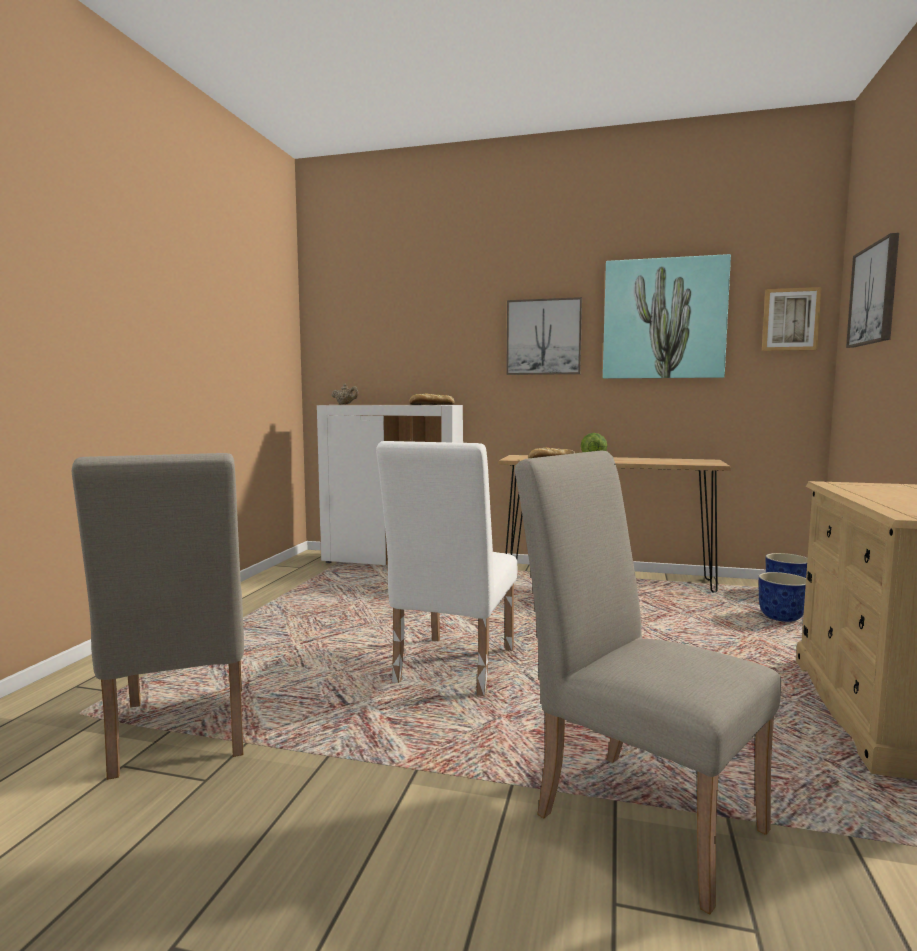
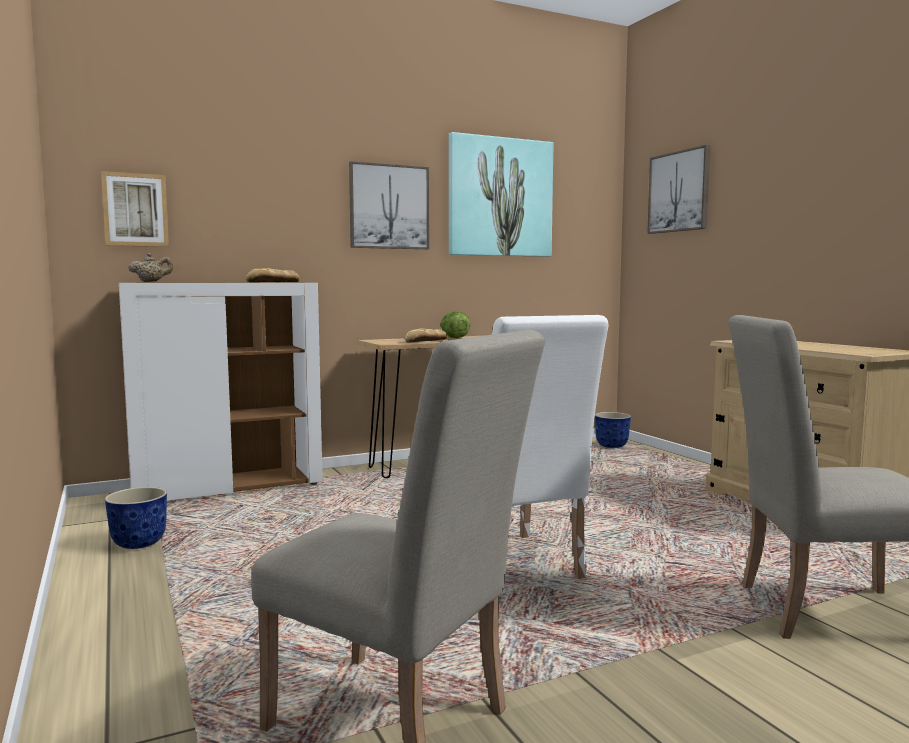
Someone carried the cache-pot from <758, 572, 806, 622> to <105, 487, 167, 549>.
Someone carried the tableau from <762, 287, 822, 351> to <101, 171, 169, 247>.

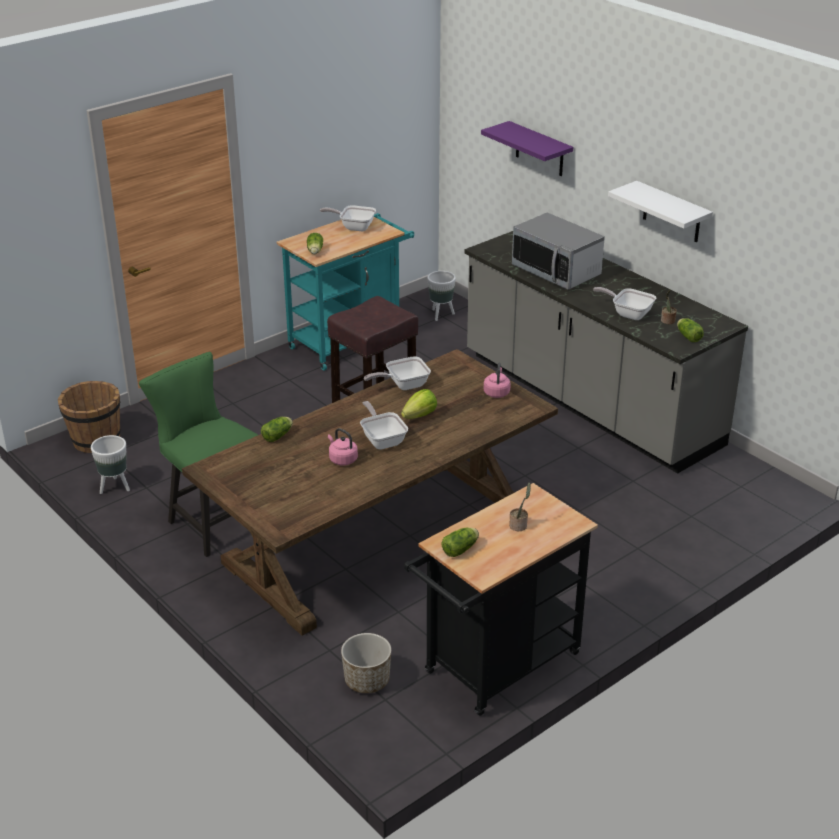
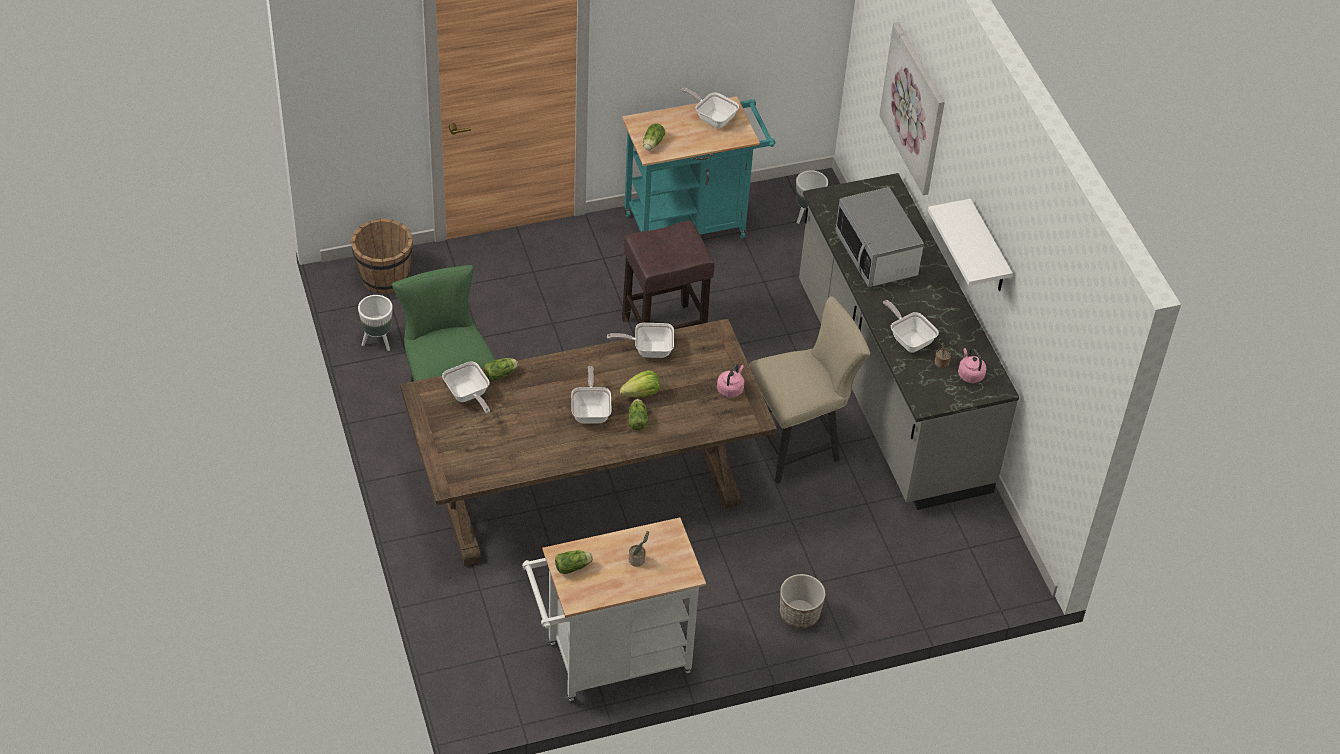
Someone put down the poêle at <442, 361, 490, 414>.
Someone put down the chaise/beige at <749, 296, 870, 484>.
Someone carried the bouilloire/rose from <328, 428, 358, 466> to <958, 348, 986, 383>.
Someone carried the cache-pot from <341, 633, 391, 693> to <780, 574, 825, 628>.
Someone carried the laitue from <677, 318, 704, 342> to <628, 399, 648, 431>.
Someone swapped the étagère/violet at <481, 121, 573, 176> for the tableau at <879, 22, 945, 195>.
Someone repainted the chariot/noir at <404, 483, 598, 716>, which became the chariot/blanc at <522, 518, 706, 701>.

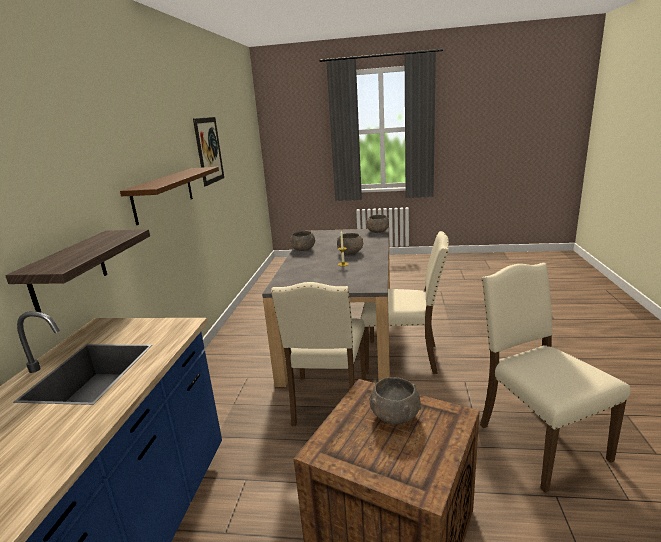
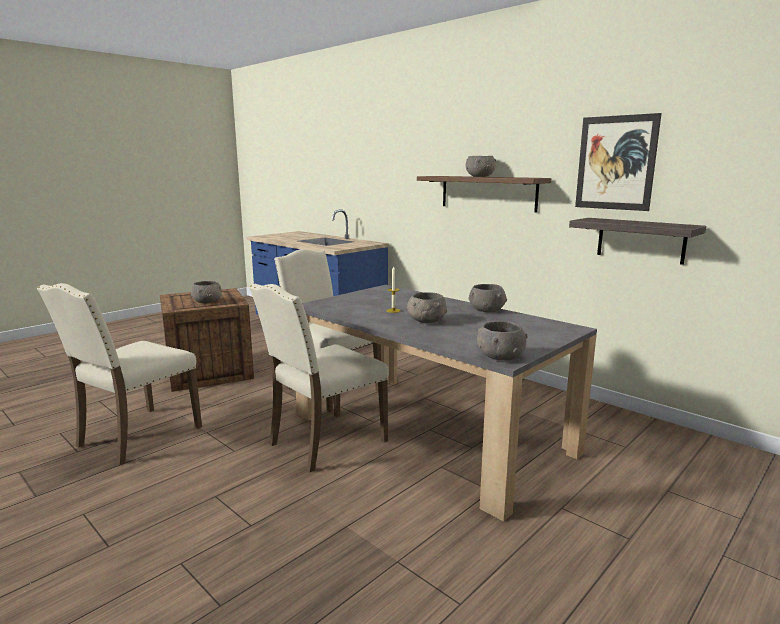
Someone put down the bol/gris at <466, 156, 496, 177>.
Someone carried the étagère from <5, 229, 150, 313> to <569, 218, 706, 265>.
Someone rotated the chaise/beige at <480, 263, 630, 493> by 105 degrees clockwise.

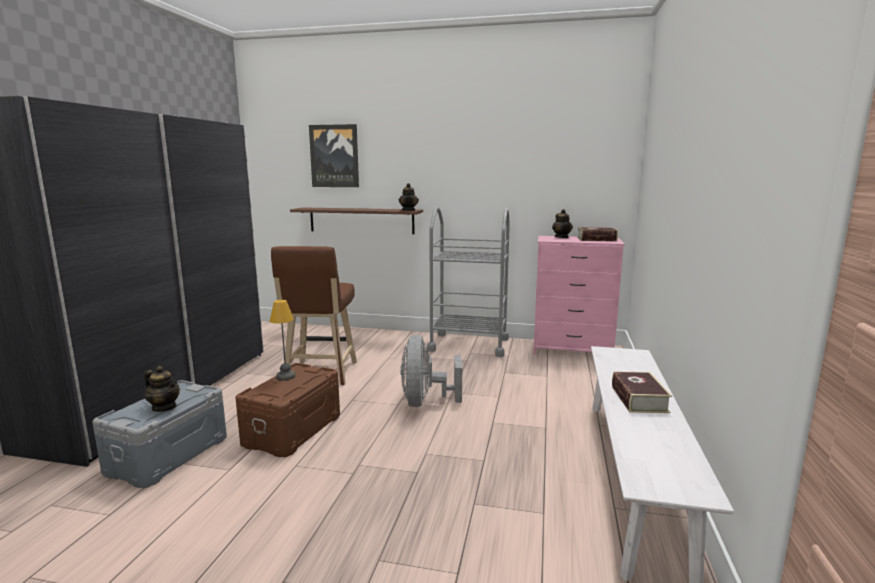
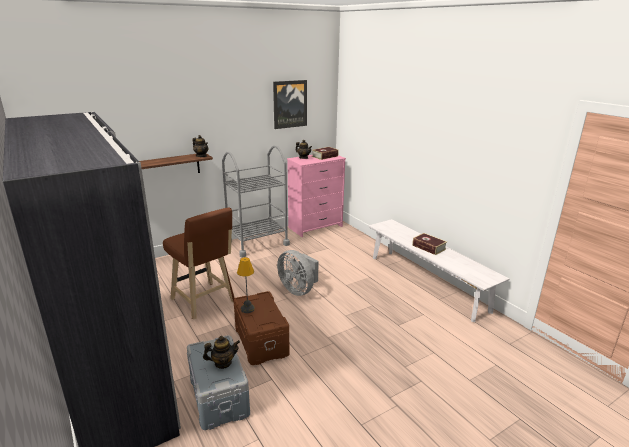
Someone carried the tableau from <309, 124, 359, 187> to <273, 80, 307, 129>.

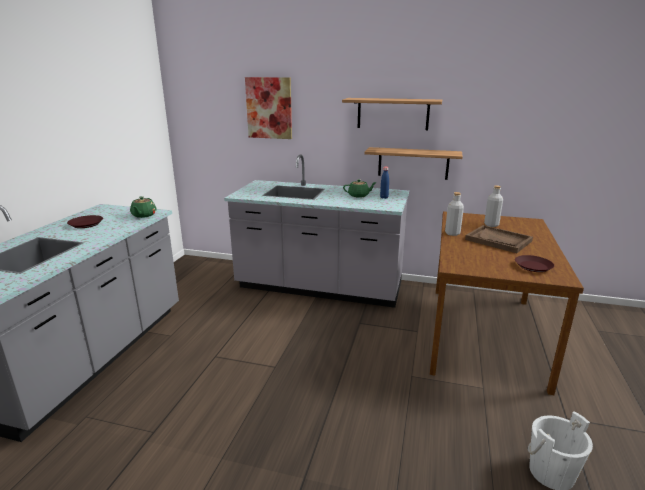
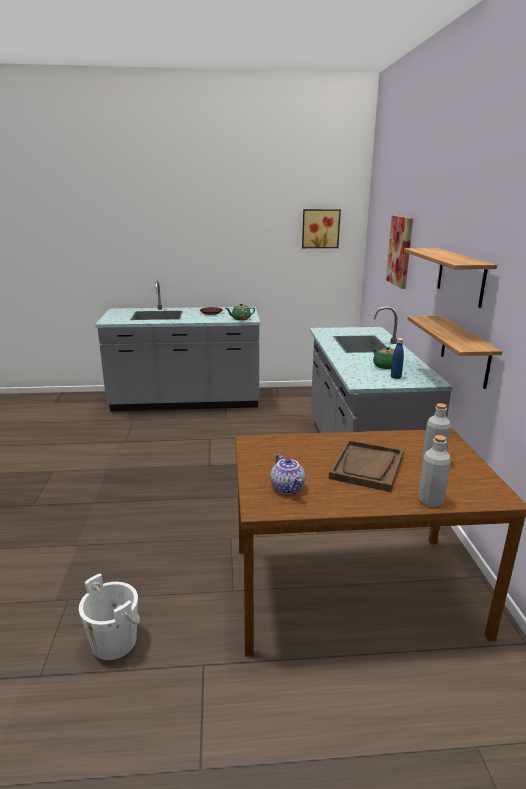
Someone put up the tableau at <302, 209, 341, 248>.
Someone carried the bouteille/gris from <445, 192, 464, 236> to <418, 435, 451, 507>.
Someone swapped the assiette/marron at <515, 255, 554, 272> for the théière at <270, 454, 305, 494>.

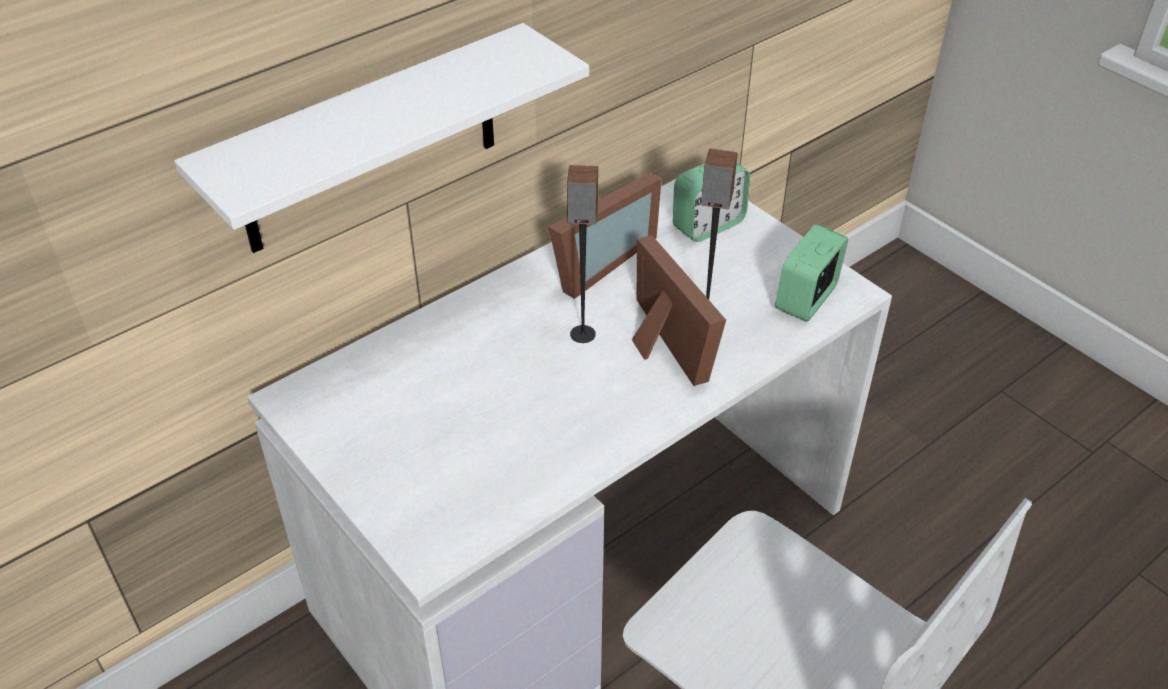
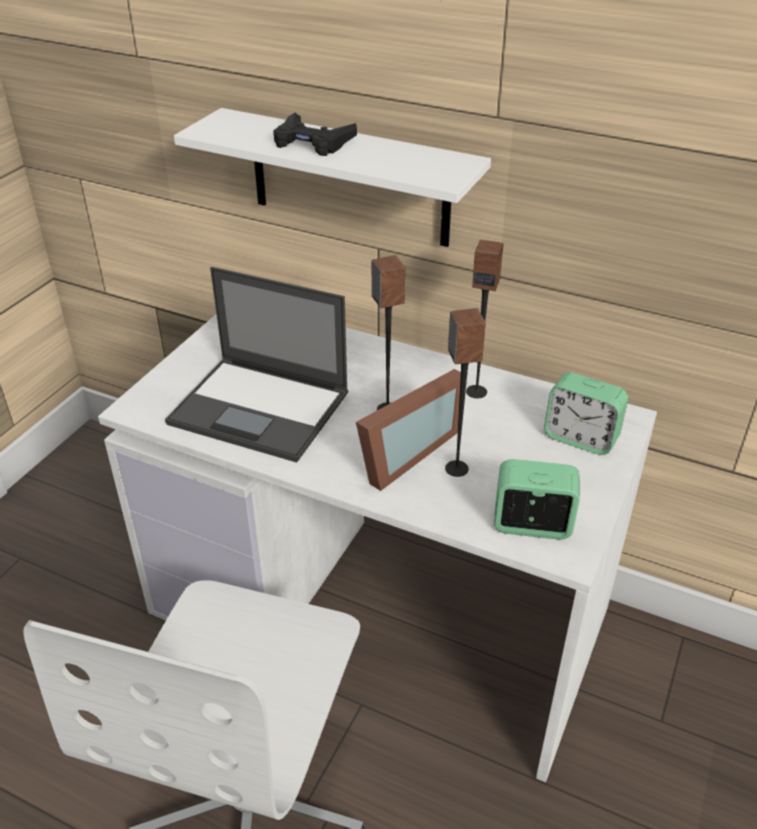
Someone put down the ordinateur portable at <165, 267, 348, 462>.
Someone put down the manette/noir at <273, 113, 357, 156>.
Someone swapped the cadre photo at <549, 172, 662, 299> for the enceinte at <466, 240, 504, 398>.

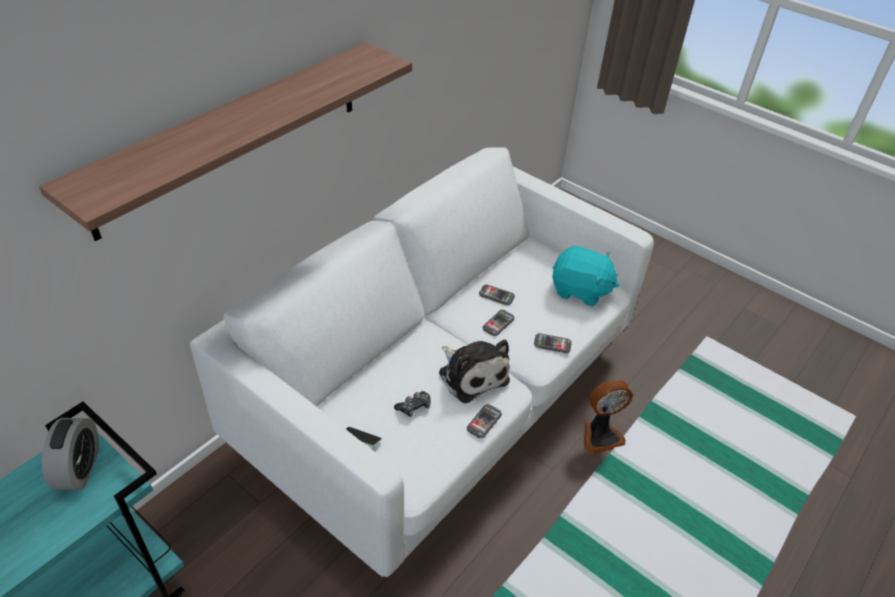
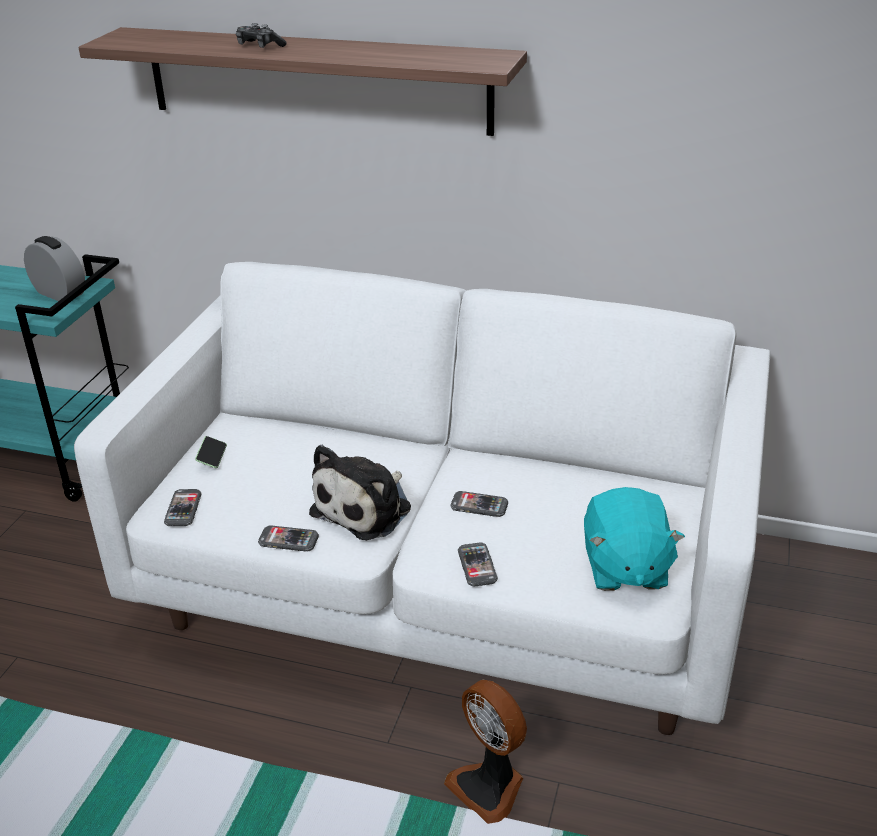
Someone carried the manette from <394, 391, 431, 417> to <236, 23, 287, 48>.
Someone carried the téléphone from <479, 284, 515, 305> to <164, 489, 202, 526>.
Someone rotated the réveil at <42, 418, 99, 490> by 120 degrees counterclockwise.

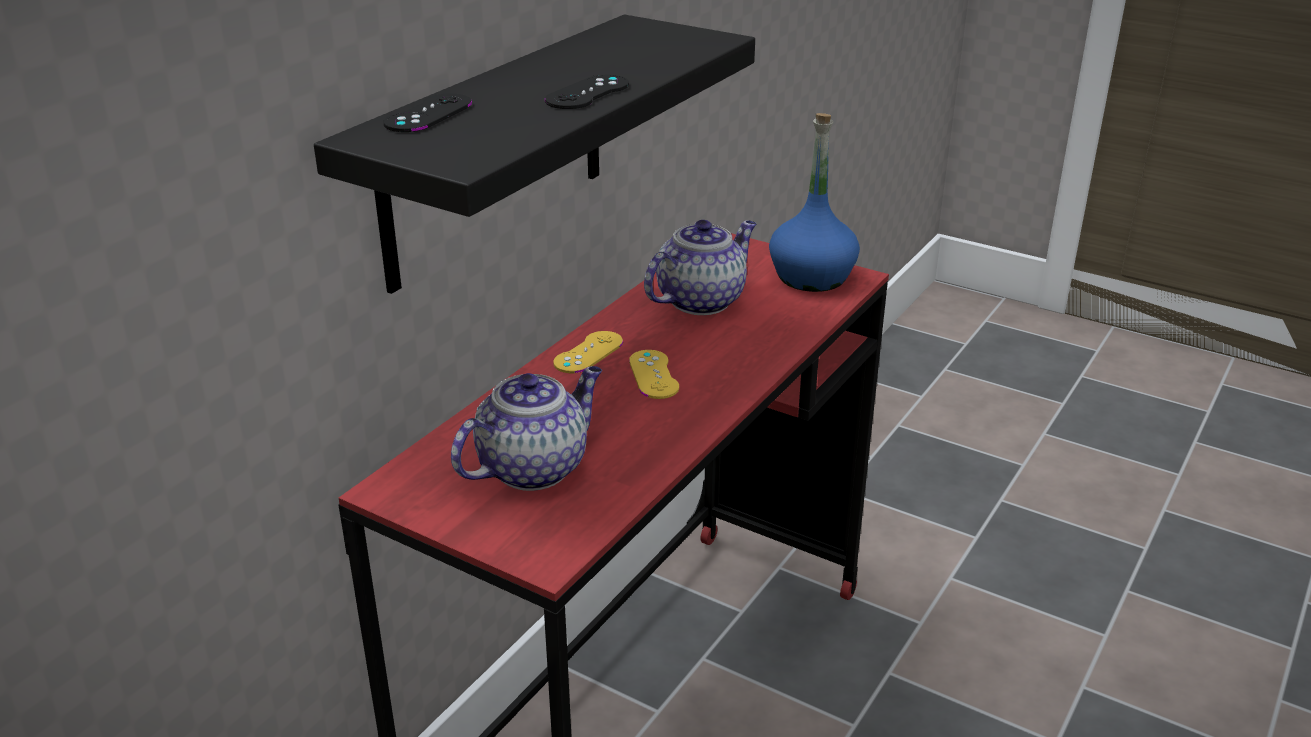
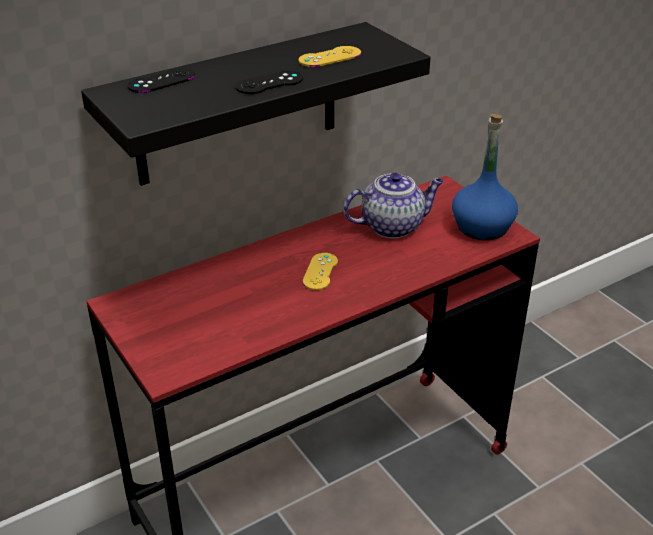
Someone took away the théière at <451, 366, 602, 491>.
Someone carried the manette/jaune from <553, 331, 623, 373> to <298, 46, 361, 67>.

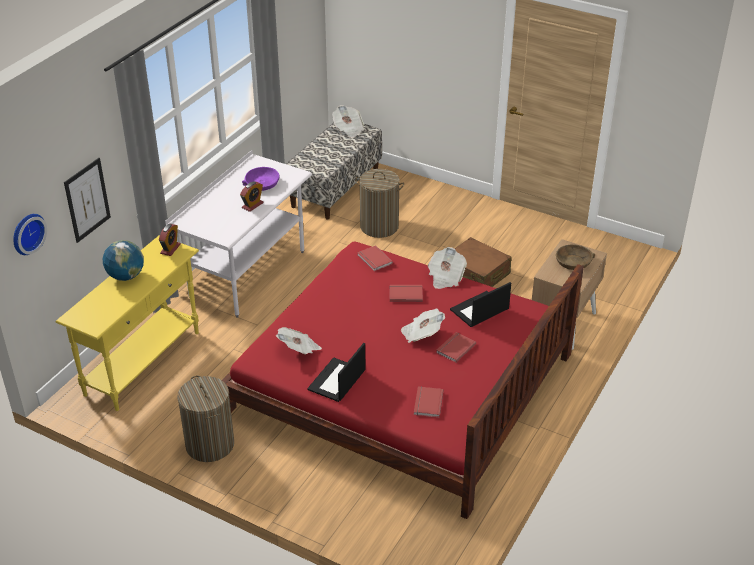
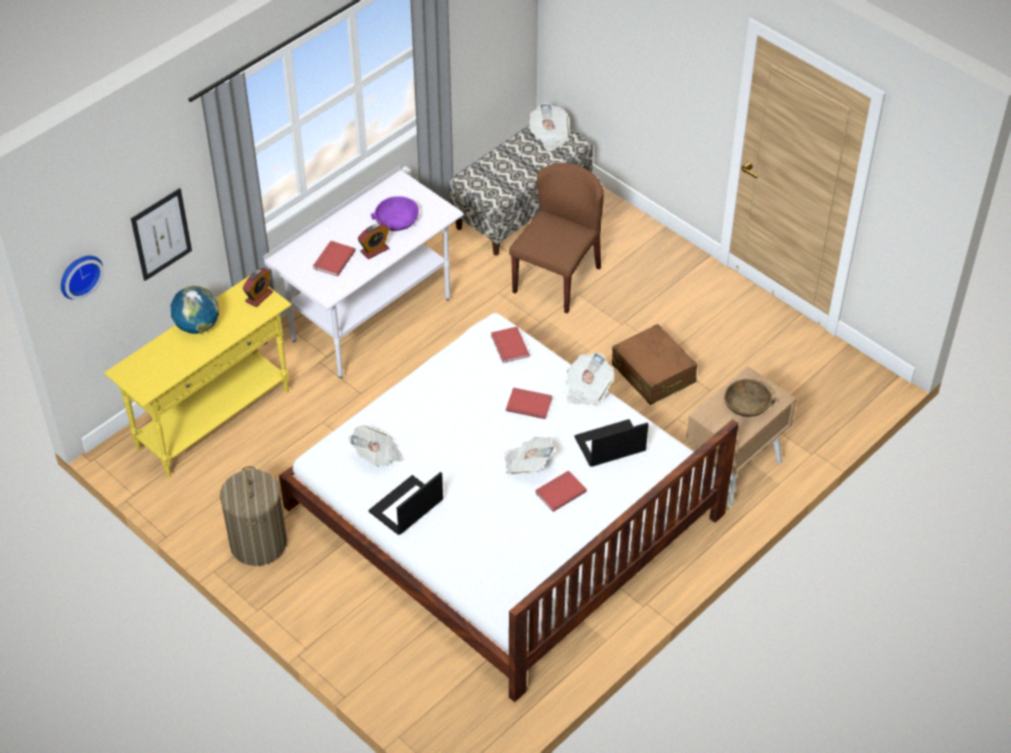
Someone carried the livre/rouge from <414, 387, 443, 417> to <313, 241, 356, 277>.
Someone swapped the panier à linge at <355, 169, 404, 238> for the chaise/marron at <509, 163, 604, 314>.
Someone repainted the lit/rouge at <222, 242, 584, 519>, which became the lit/blanc at <279, 313, 739, 702>.

